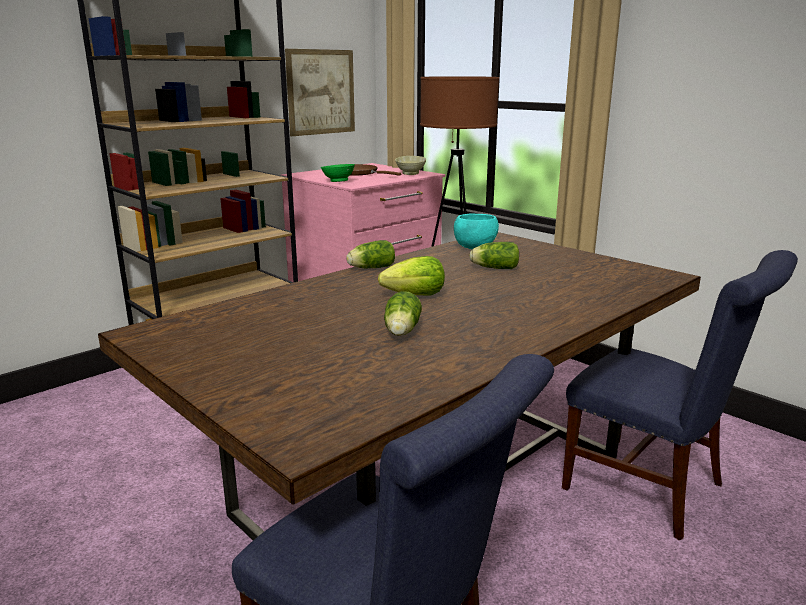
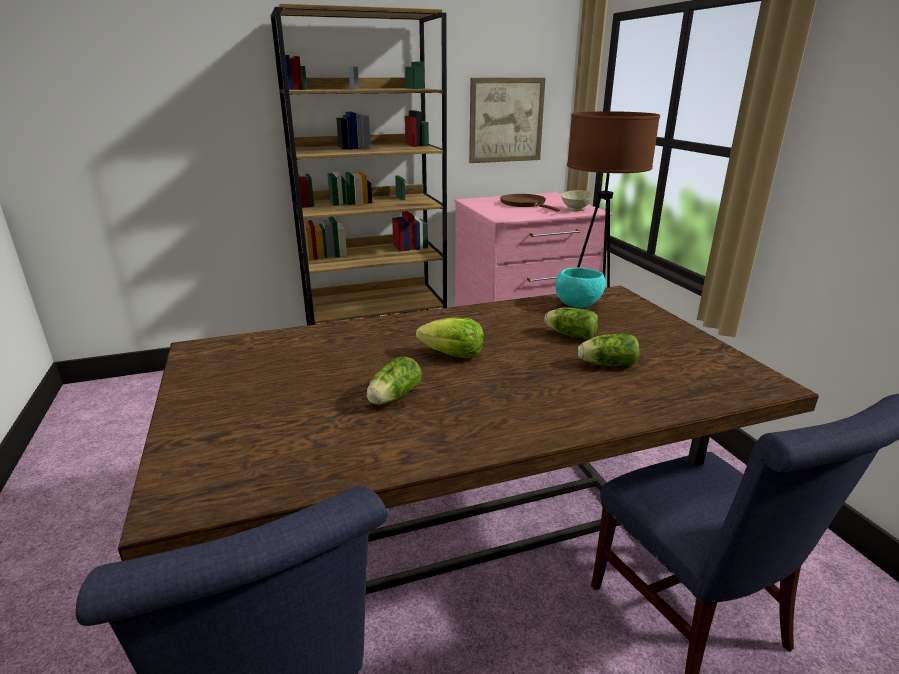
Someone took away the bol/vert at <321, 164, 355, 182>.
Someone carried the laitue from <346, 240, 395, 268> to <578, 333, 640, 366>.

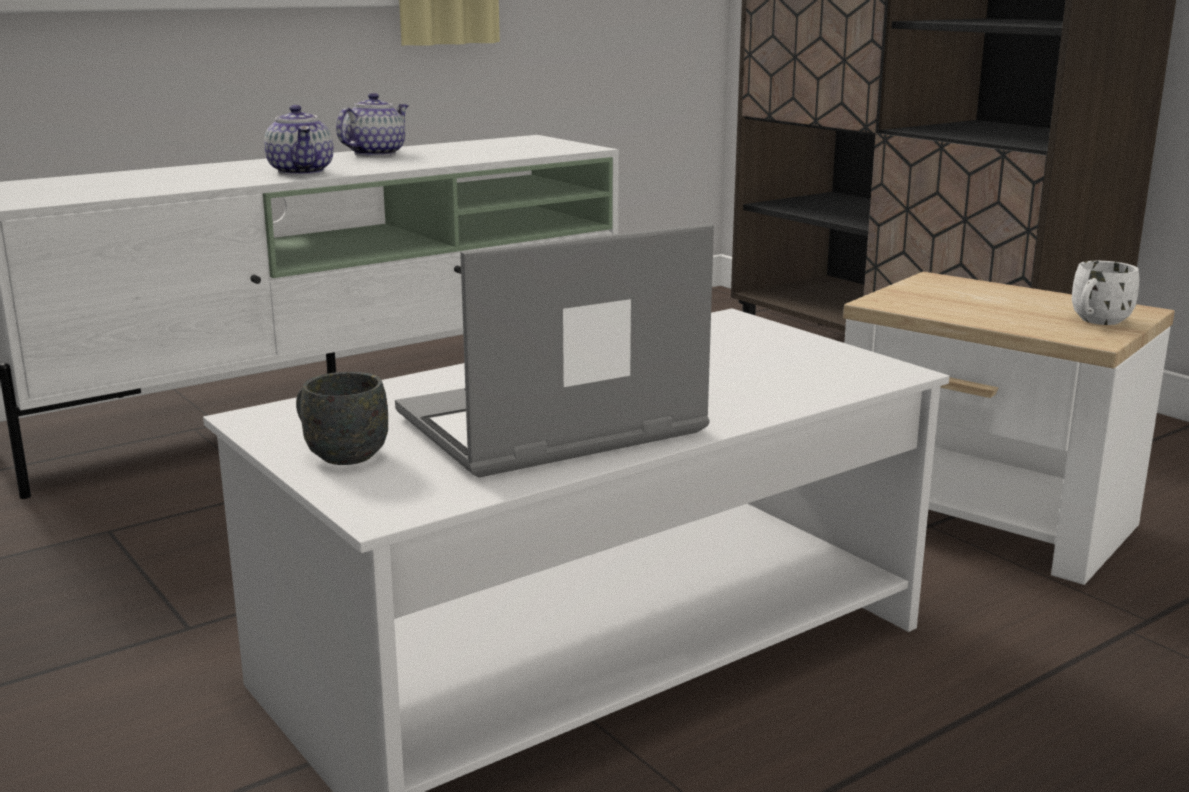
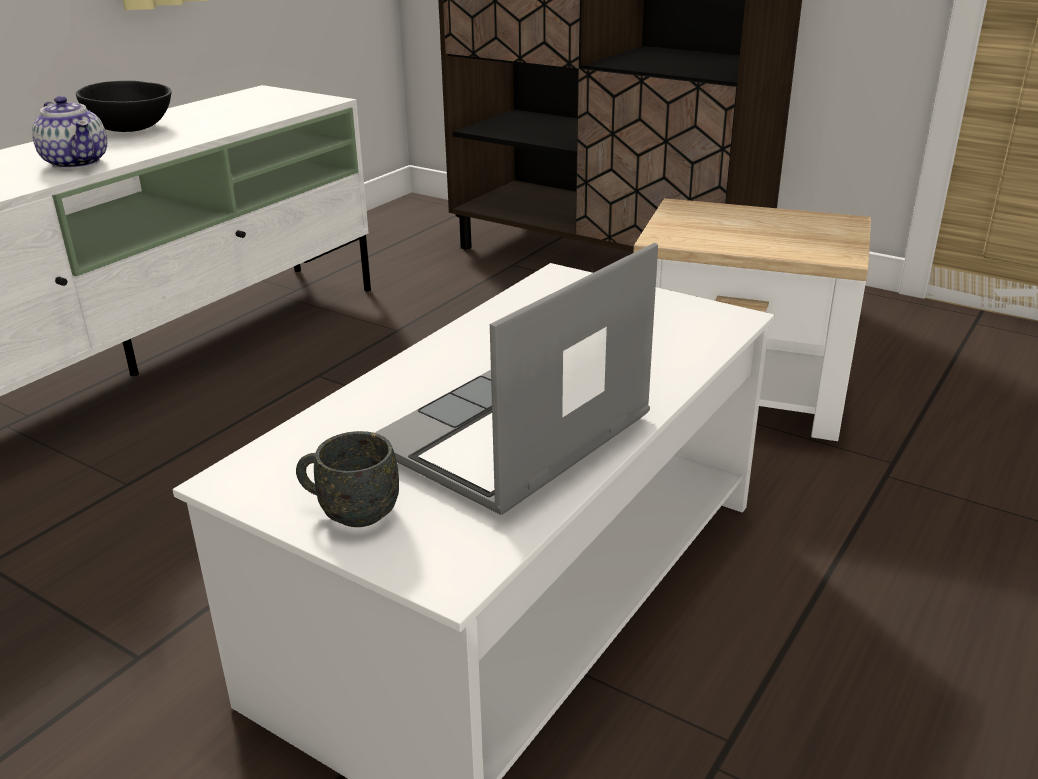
Someone took away the mug/blanc at <1072, 261, 1139, 325>.
Someone swapped the théière at <336, 93, 409, 157> for the bol/noir at <76, 81, 172, 132>.

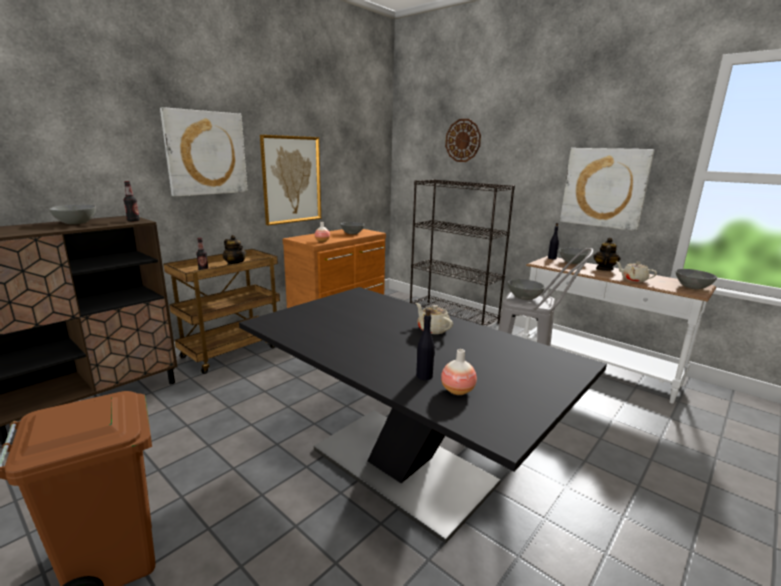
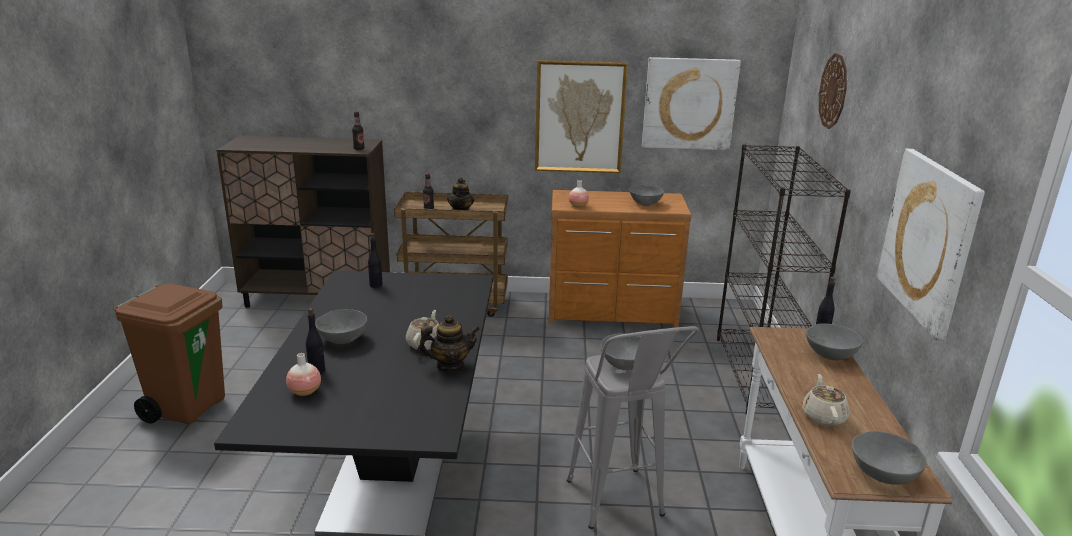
Someone put down the bouteille/noir at <368, 233, 383, 288>.
Someone carried the bol/gris from <49, 205, 96, 224> to <315, 309, 367, 344>.
Someone carried the tableau from <160, 107, 248, 196> to <642, 57, 741, 150>.
Someone carried the théière from <593, 237, 620, 271> to <418, 315, 480, 372>.

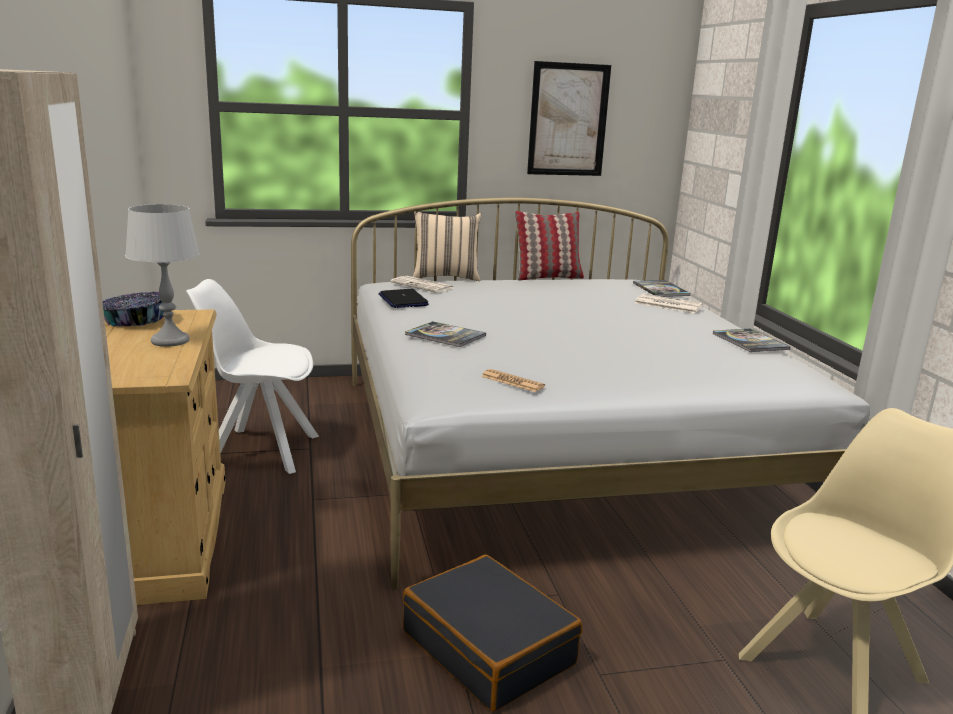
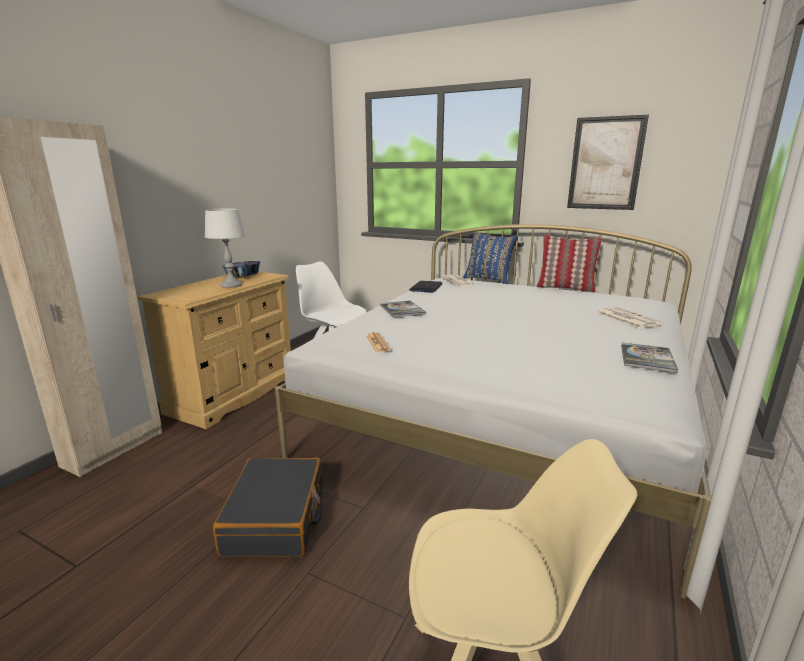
Someone took away the livre at <633, 280, 691, 297>.
Someone repainted the coussin/beige at <412, 212, 481, 281>, which became the coussin/bleu at <463, 232, 518, 284>.

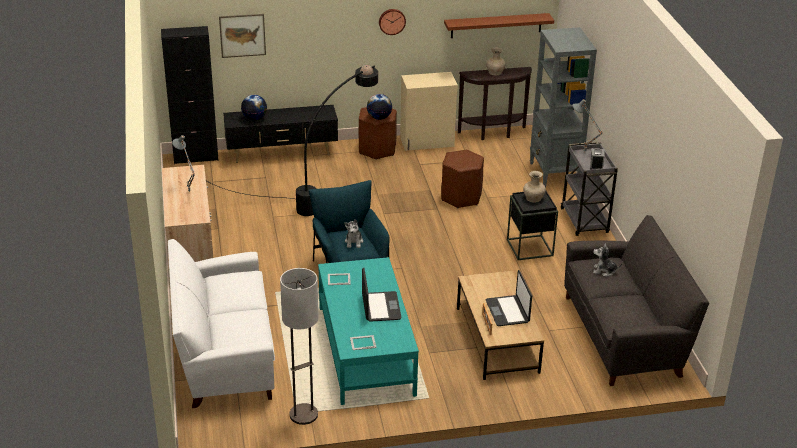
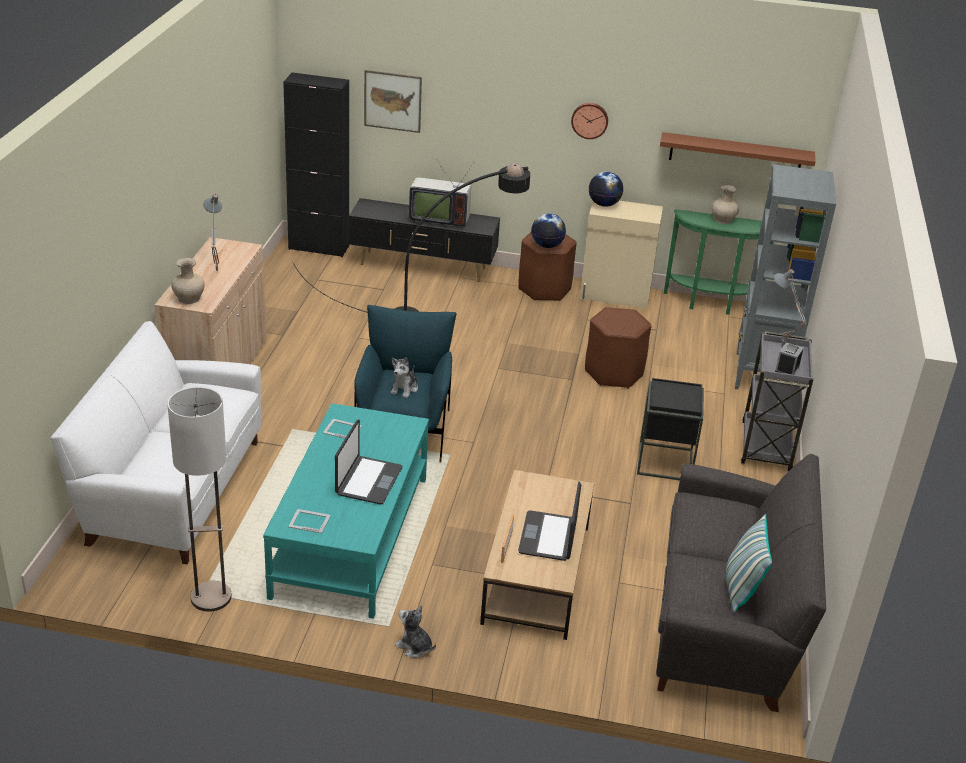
Someone put down the téléviseur at <409, 162, 473, 229>.
Someone put down the coussin at <726, 514, 772, 612>.
Someone carried the globe from <241, 95, 267, 120> to <589, 172, 623, 207>.
Someone carried the vase/beige from <523, 171, 546, 203> to <171, 258, 205, 304>.
Someone carried the peluche from <593, 243, 622, 277> to <395, 605, 436, 658>.
Someone repainted the table console/marron at <458, 67, 532, 140>, which became the table console/vert at <664, 209, 773, 315>.

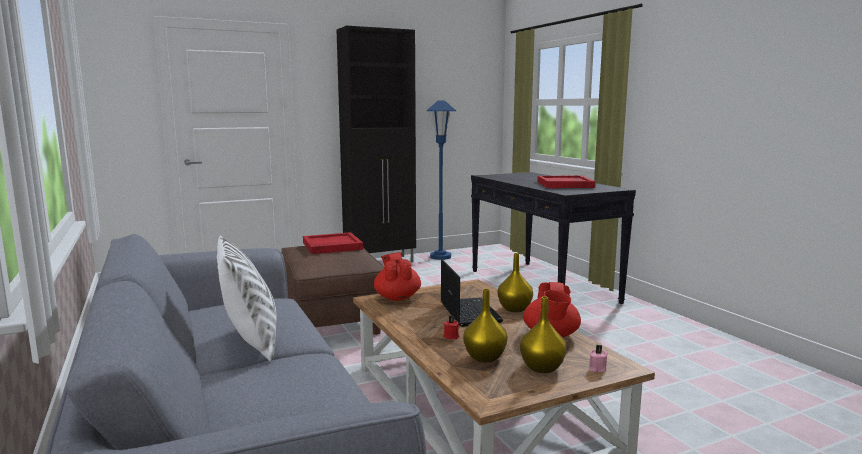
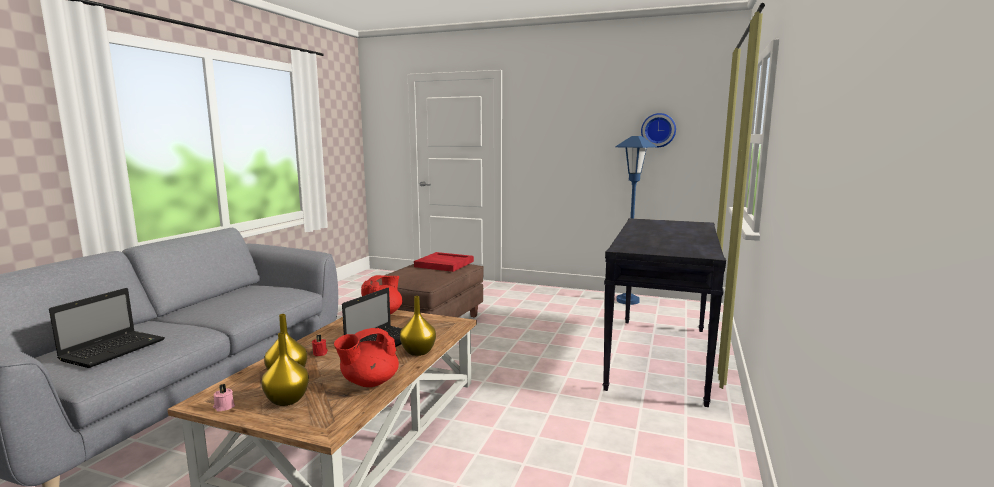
Someone took away the coussin/blanc at <217, 235, 277, 361>.
Someone took away the meuble de rangement/noir at <336, 26, 416, 263>.
Someone took away the plateau/rouge at <537, 176, 596, 188>.
Someone put down the ordinateur portable at <49, 288, 165, 368>.
Someone put up the horloge murale at <641, 113, 676, 148>.
Someone carried the bougie/rose from <589, 344, 608, 372> to <213, 384, 235, 412>.

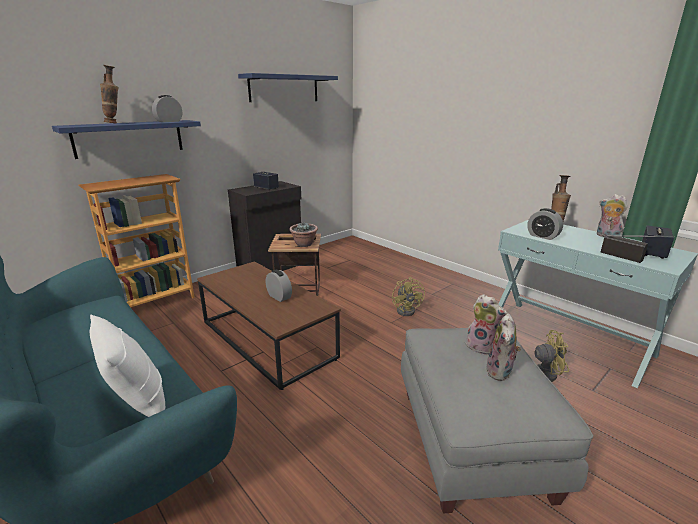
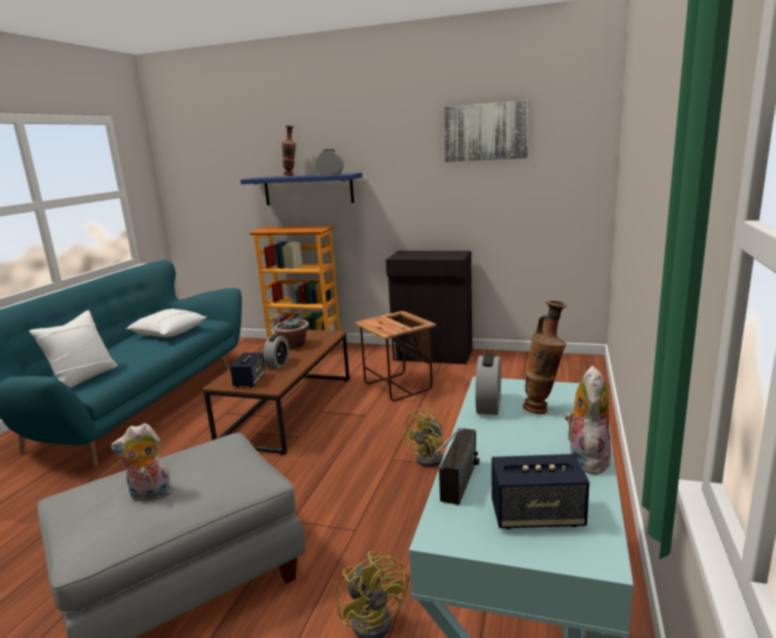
Someone took away the peluche at <466, 294, 508, 355>.
Someone put down the coussin/blanc at <126, 309, 207, 337>.
Someone carried the enceinte from <253, 172, 279, 190> to <230, 353, 265, 387>.
Someone carried the plante en pot from <289, 223, 318, 247> to <274, 318, 309, 349>.
Someone swapped the étagère/bleu at <238, 73, 338, 102> for the tableau at <444, 100, 529, 162>.

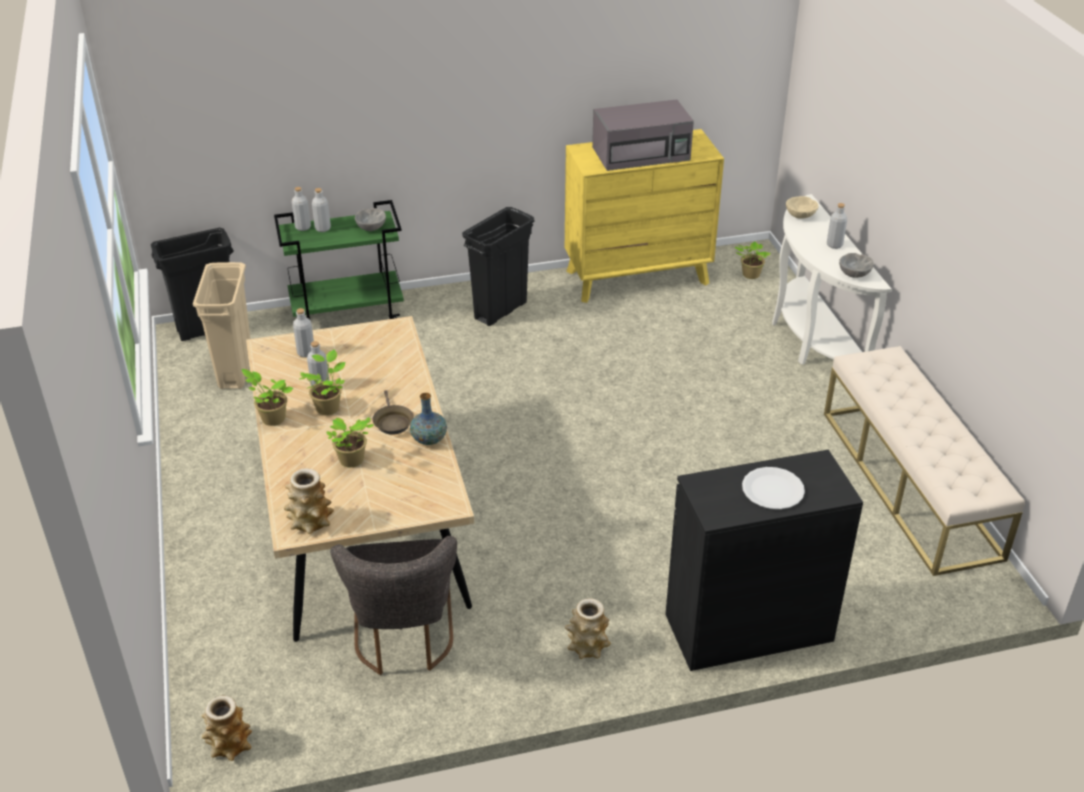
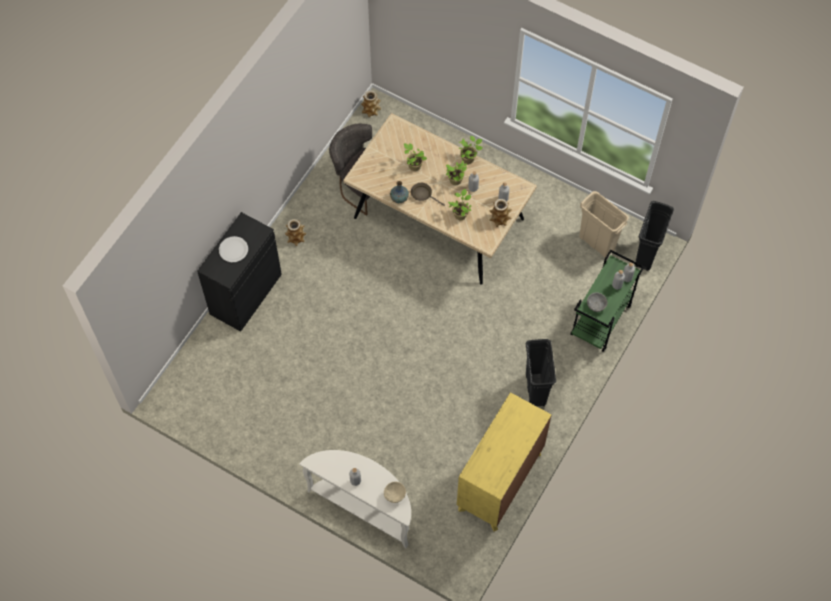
Someone took away the micro-ondes/gris at <592, 99, 694, 171>.
Someone took away the banc/beige at <824, 346, 1025, 576>.
Someone took away the bol/gris at <839, 253, 874, 278>.
Someone carried the vase from <284, 468, 334, 534> to <489, 199, 512, 227>.
Someone carried the plante en pot from <734, 241, 771, 279> to <448, 189, 471, 220>.

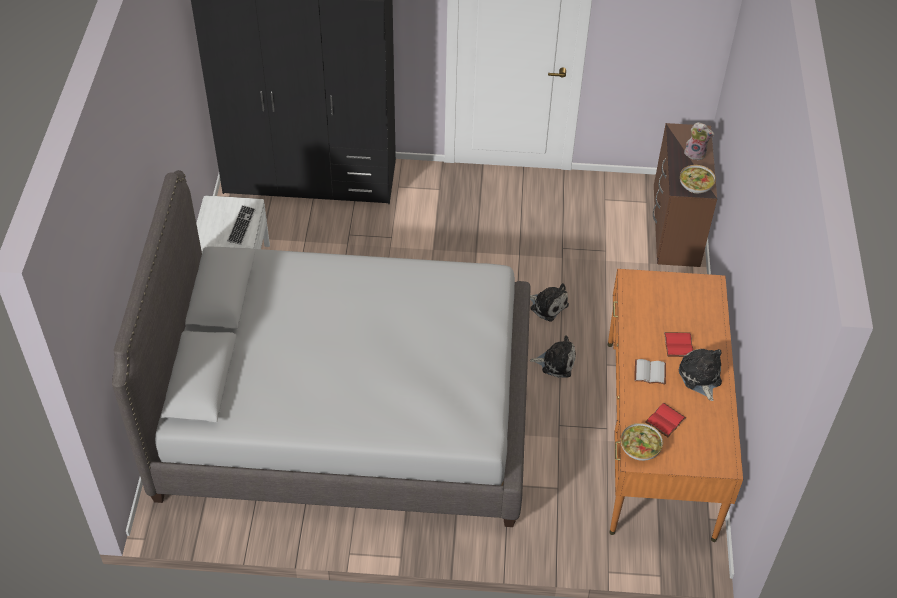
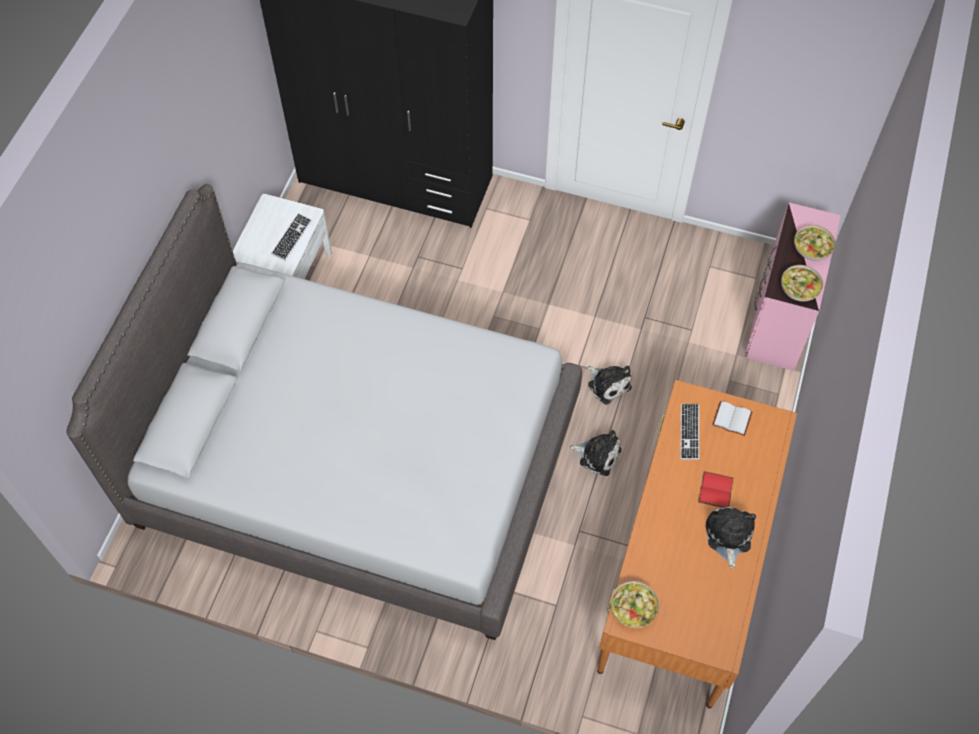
Someone took away the livre/rouge at <646, 403, 686, 437>.
Someone put down the clavier at <680, 404, 699, 460>.
Someone carried the livre/blanc from <634, 359, 666, 384> to <712, 401, 753, 436>.
Someone swapped the peluche at <683, 122, 714, 161> for the bol at <794, 225, 835, 260>.
Someone repainted the commode/marron at <653, 123, 717, 267>, which became the commode/rose at <746, 202, 841, 371>.

